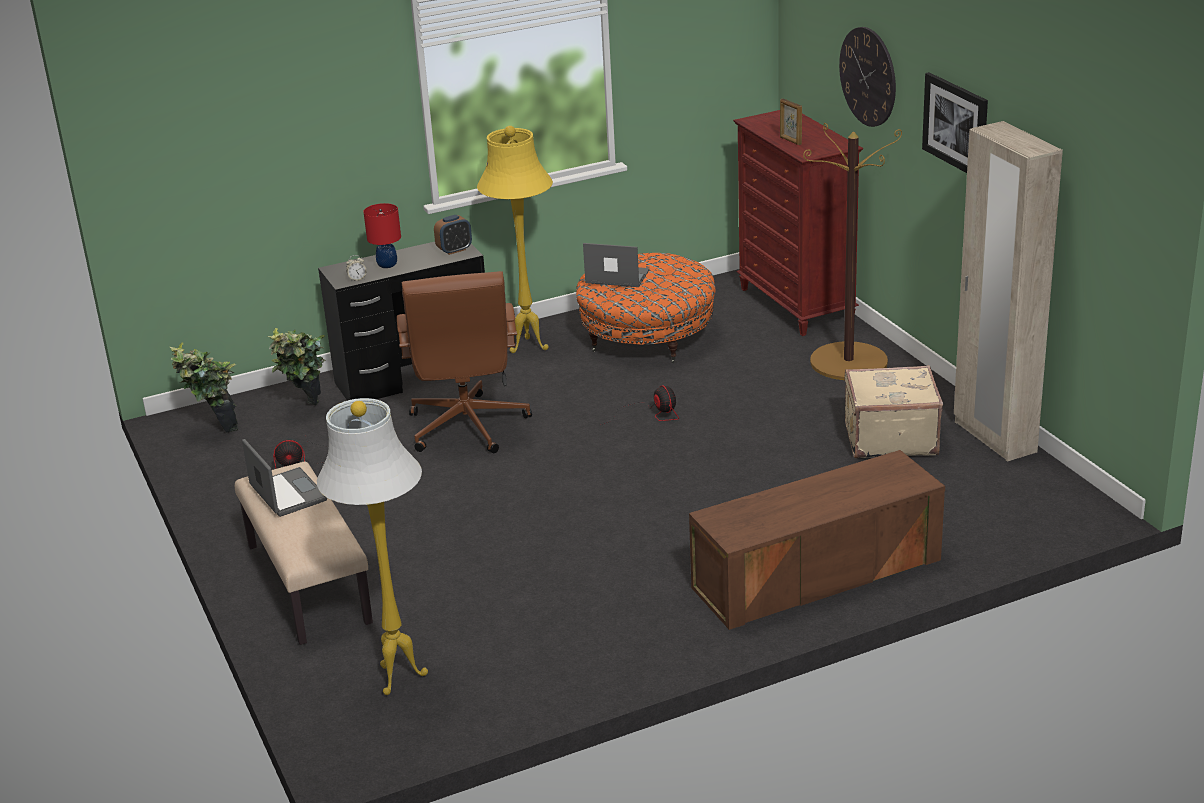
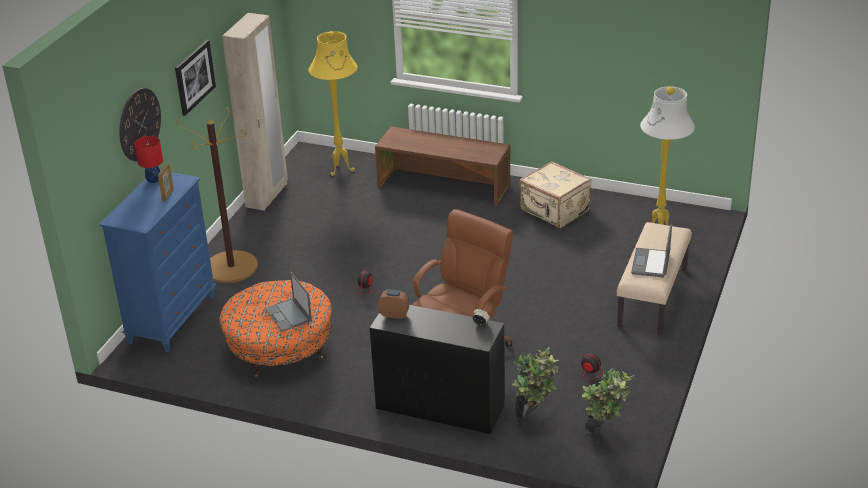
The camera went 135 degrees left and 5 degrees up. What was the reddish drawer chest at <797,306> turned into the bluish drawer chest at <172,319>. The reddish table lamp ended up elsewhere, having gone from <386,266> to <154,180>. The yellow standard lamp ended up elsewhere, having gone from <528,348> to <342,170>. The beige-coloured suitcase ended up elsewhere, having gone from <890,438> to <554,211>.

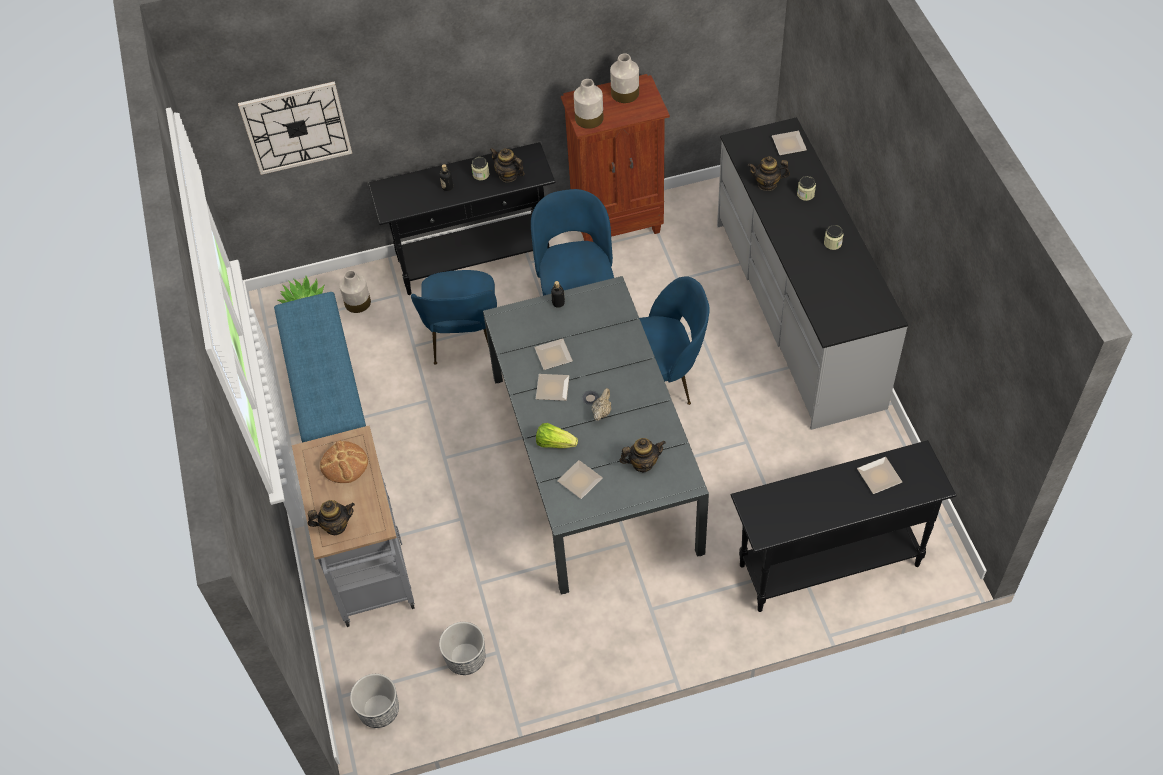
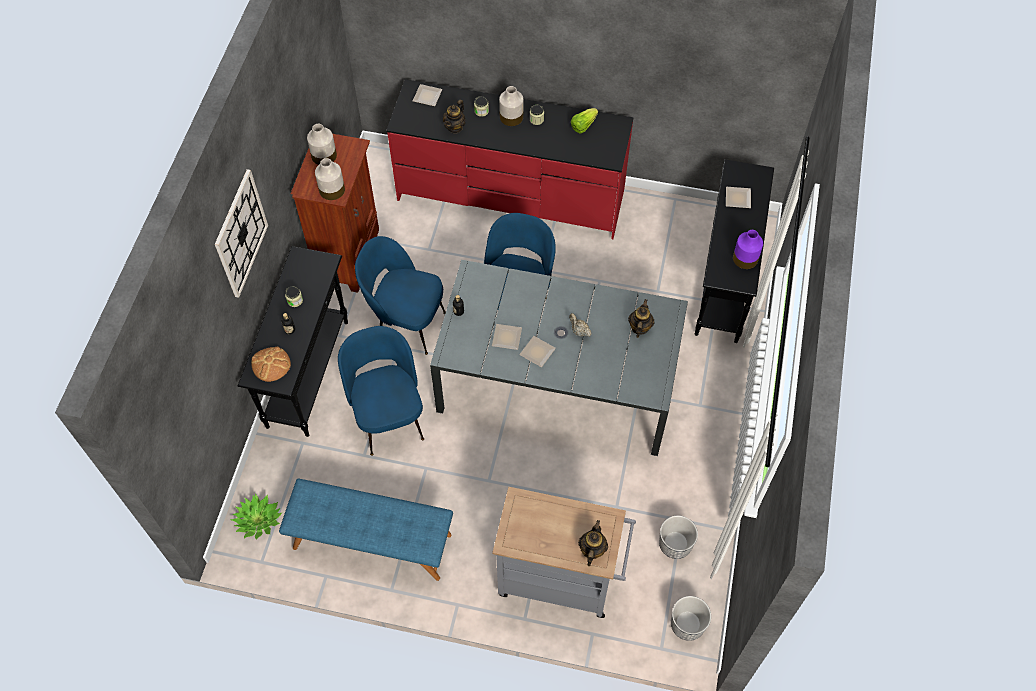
The camera went 65 degrees left and 5 degrees up. The hanging clock ended up elsewhere, having gone from <296,127> to <240,234>. The bread ended up elsewhere, having gone from <344,463> to <271,364>. The bluish chair at <464,345> ended up facing another way, 135 degrees counterclockwise from before. What was the greyish drawer chest at <797,313> turned into the reddish drawer chest at <511,195>. The beige-coloured vase ended up elsewhere, having gone from <357,302> to <511,117>. The lettuce head ended up elsewhere, having gone from <555,443> to <583,125>. The second view gained the purple vase at <745,258>. The second view lost the pot for tea at <508,175>. The second view lost the dinner plate at <580,479>.

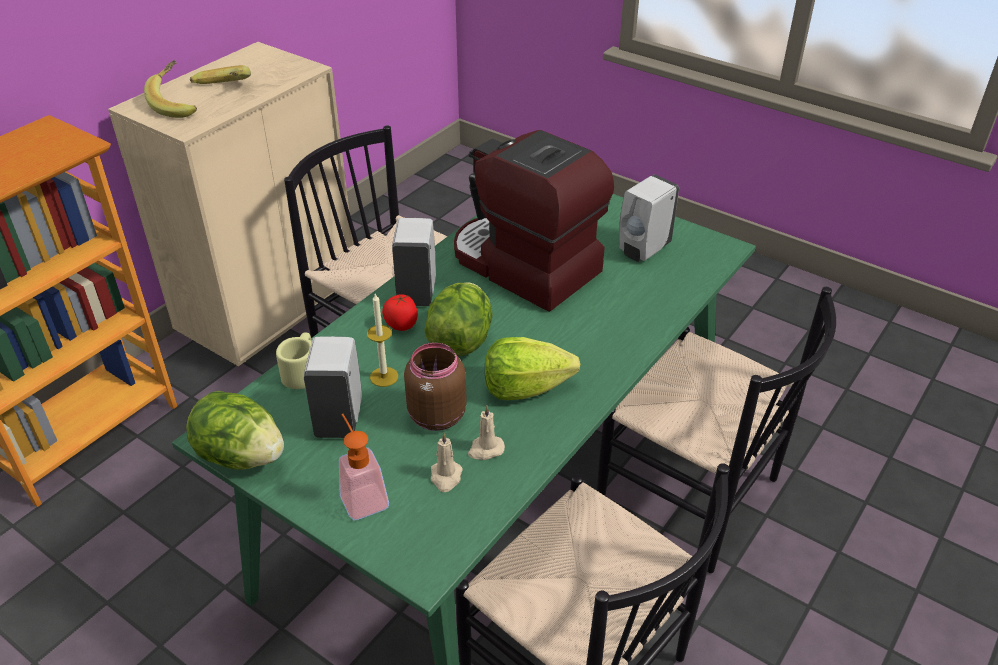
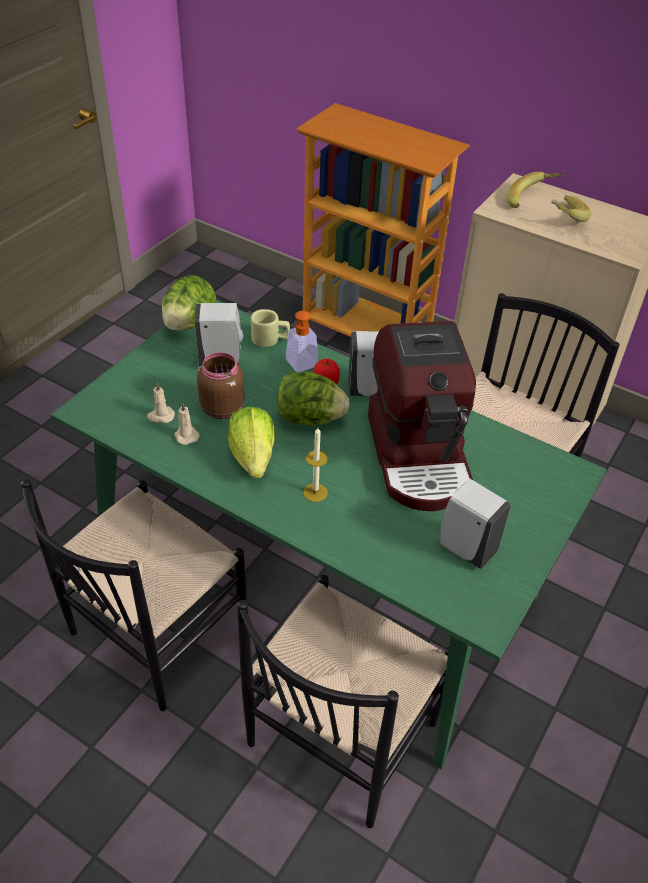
The camera went 85 degrees right and 5 degrees up. The liquid soap bottle ended up elsewhere, having gone from <361,495> to <307,361>. The wax light ended up elsewhere, having gone from <384,377> to <315,492>. The coffee brewer at <523,266> ended up facing another way, 135 degrees clockwise from before.

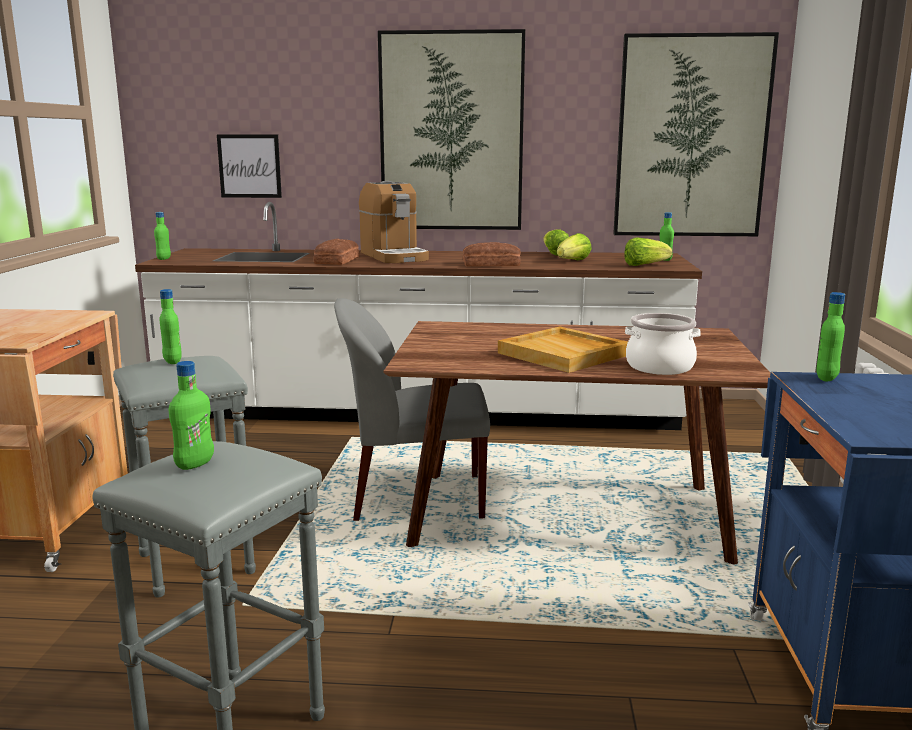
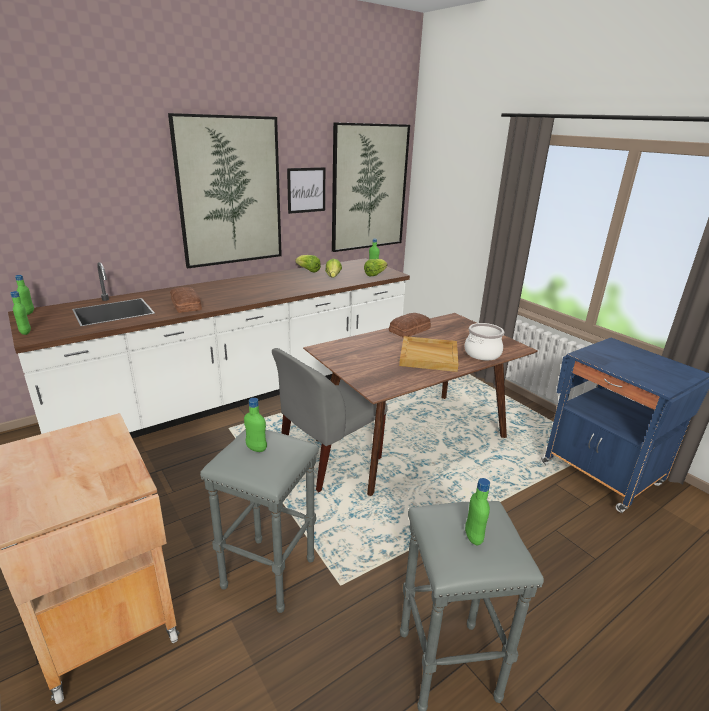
The camera went 40 degrees left and 10 degrees up. The greenish beverage bottle ended up elsewhere, having gone from <826,378> to <28,313>. The wall picture ended up elsewhere, having gone from <249,166> to <306,190>. The bread ended up elsewhere, having gone from <492,264> to <410,330>. The second view lost the coffee brewer at <394,256>.

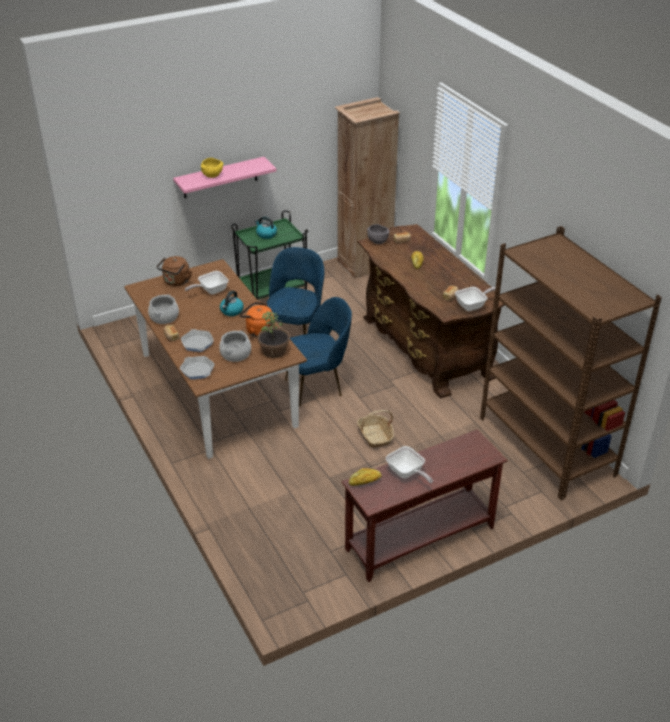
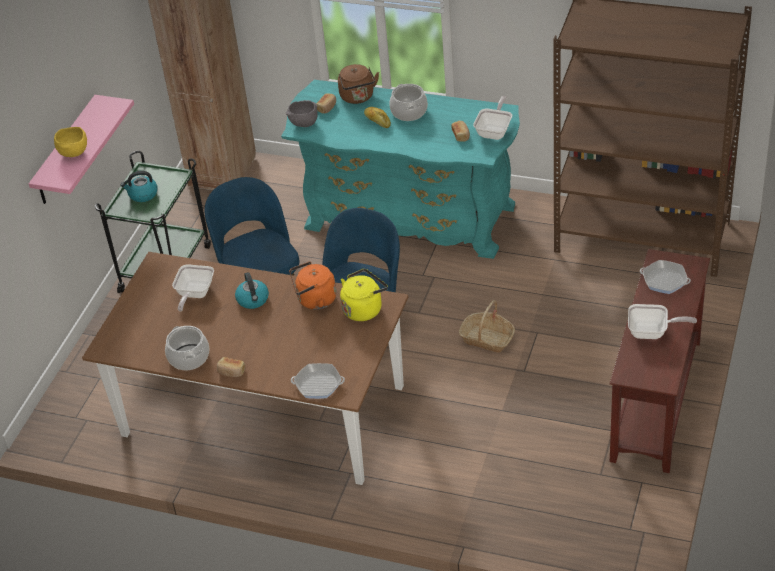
The camera went 40 degrees left and 5 degrees up. What was the brown-coloured drawer chest at <423,348> turned into the turquoise-coloured drawer chest at <408,219>. The brown-coloured tea kettle ended up elsewhere, having gone from <176,282> to <358,97>. Where the potted plant stood at <274,351>, the yellow tea kettle came to stand at <364,309>. The stockpot ended up elsewhere, having gone from <235,354> to <408,112>. The skillet ended up elsewhere, having gone from <197,343> to <664,280>. The second view lost the bread at <365,481>.

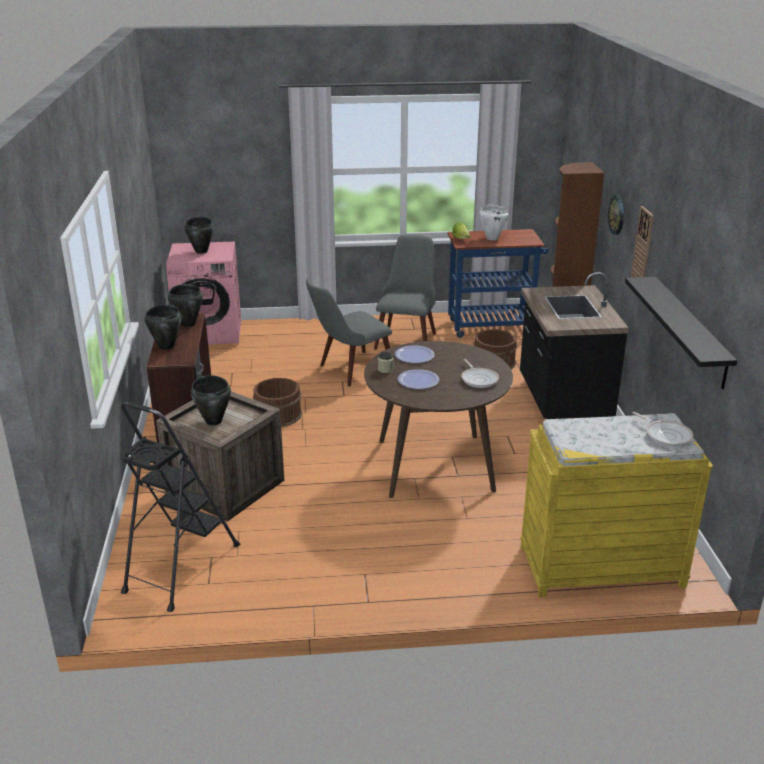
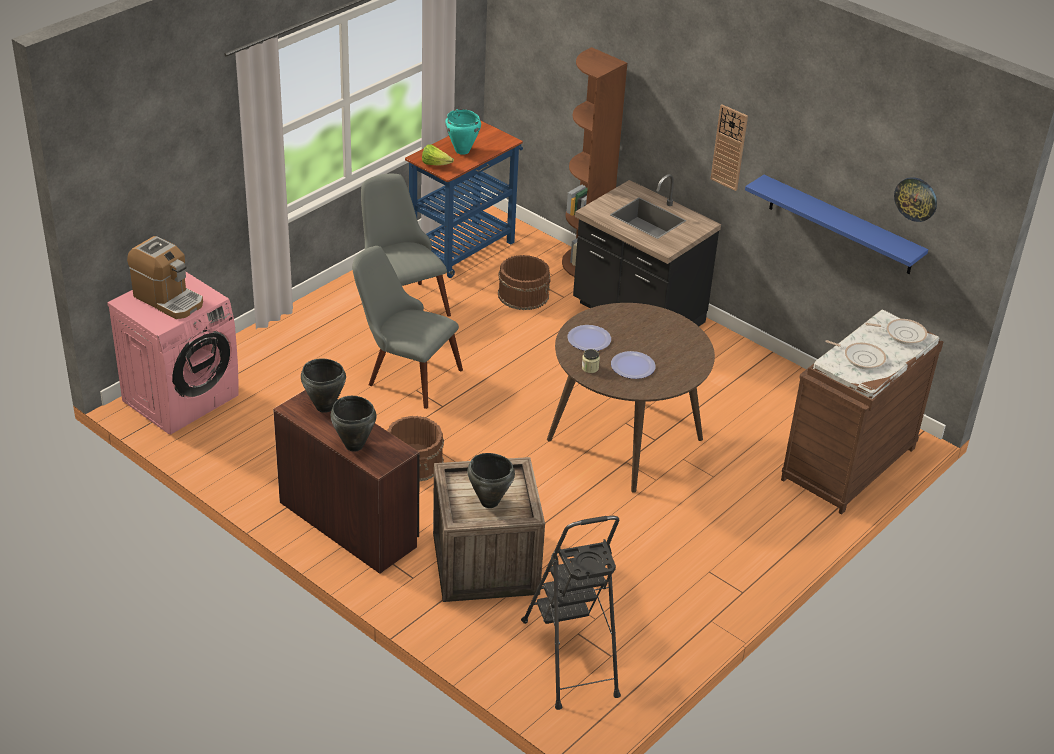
The camera went 45 degrees left and 10 degrees up. Where the blackish stockpot stood at <201,251>, the coffee brewer came to stand at <168,299>. The greyish chair at <349,371> ended up facing another way, 105 degrees clockwise from before. What was the white stockpot at <492,238> turned into the turquoise-coloured stockpot at <462,151>. What was the blackish bracket shelf at <689,331> turned into the bluish bracket shelf at <840,225>. What was the yellow drawer chest at <600,567> turned into the brown-coloured drawer chest at <848,464>. The skillet ended up elsewhere, having gone from <479,379> to <861,357>. The hanging clock ended up elsewhere, having gone from <617,215> to <916,199>.

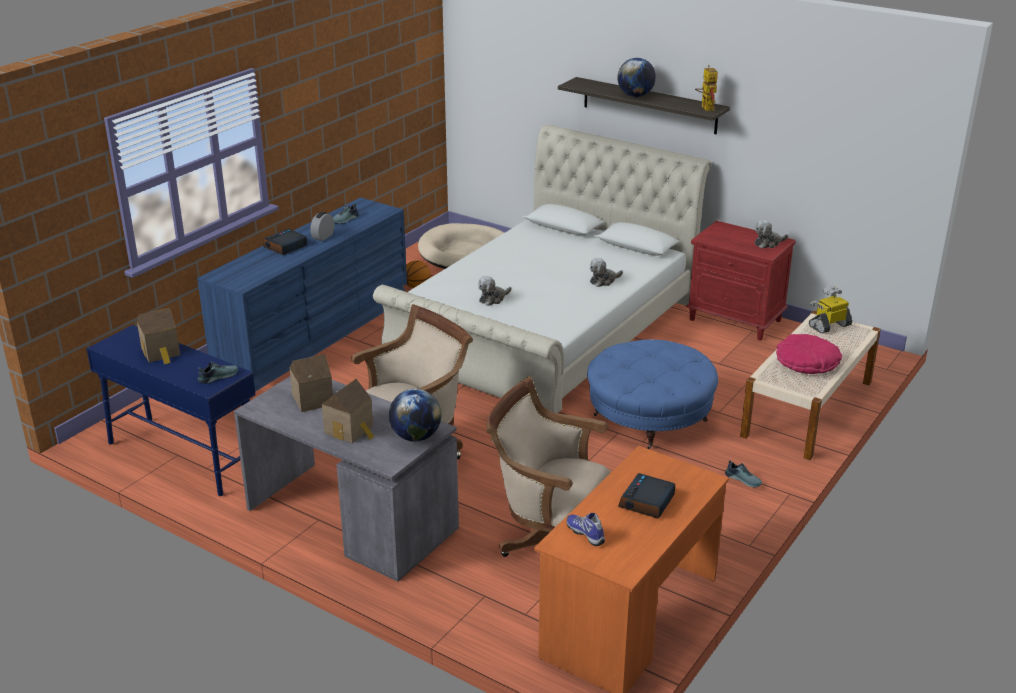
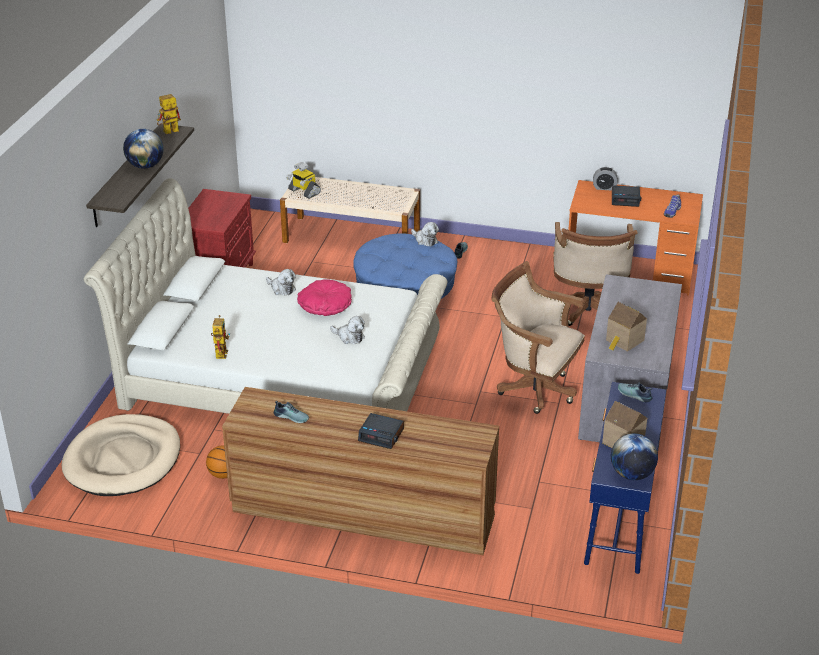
The camera went 110 degrees left and 5 degrees up. The second view gained the toy robot at <220,352>. What was the bluish drawer chest at <314,333> turned into the brown-coloured drawer chest at <362,515>. The pinkish pillow ended up elsewhere, having gone from <805,363> to <326,305>. The soft toy ended up elsewhere, having gone from <768,243> to <425,240>. The table clock ended up elsewhere, having gone from <323,237> to <604,188>. The desk globe ended up elsewhere, having gone from <416,437> to <632,474>. The second view lost the model house at <351,430>.

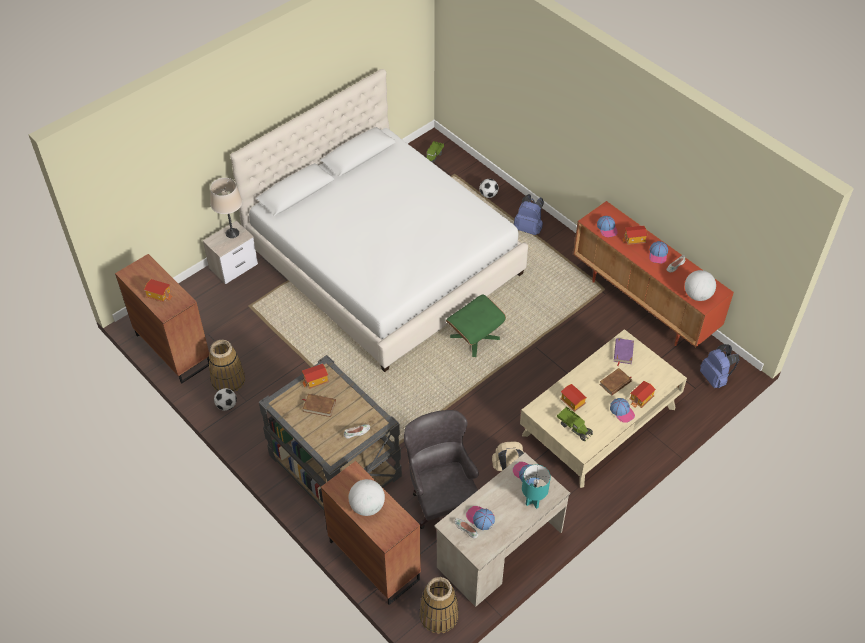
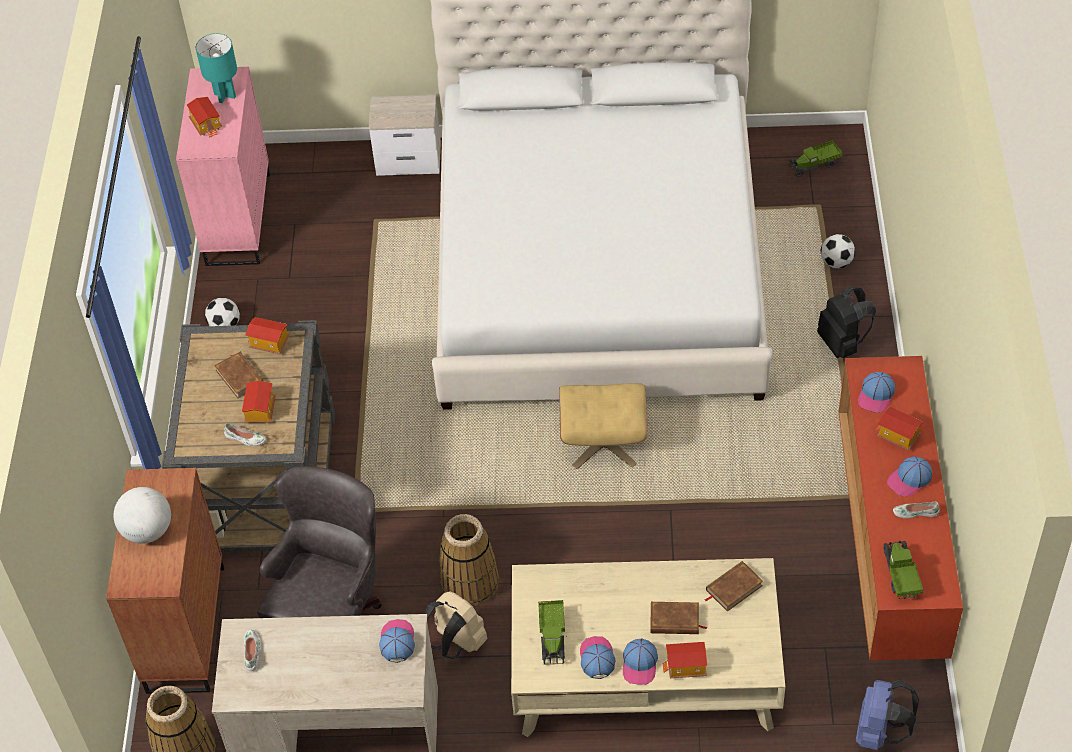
The camera went 45 degrees right and 0 degrees up. What was the brown-coloured drawer chest at <172,350> turned into the pinkish drawer chest at <237,219>. The turquoise-coloured table lamp ended up elsewhere, having gone from <533,501> to <224,95>. The model house ended up elsewhere, having gone from <572,402> to <260,411>. The basket ended up elsewhere, having gone from <228,380> to <469,581>. What was the greenish ottoman at <474,337> turned into the beige-coloured ottoman at <604,442>. The peaked cap ended up elsewhere, having gone from <480,518> to <596,658>. What was the purple bound book at <623,352> turned into the brown-coloured bound book at <733,588>. What was the bluish backpack at <529,228> turned into the blackish backpack at <842,343>. Where the desk globe stood at <697,295>, the toy lorry came to stand at <900,575>. The second view lost the beige-coloured table lamp at <232,233>.

